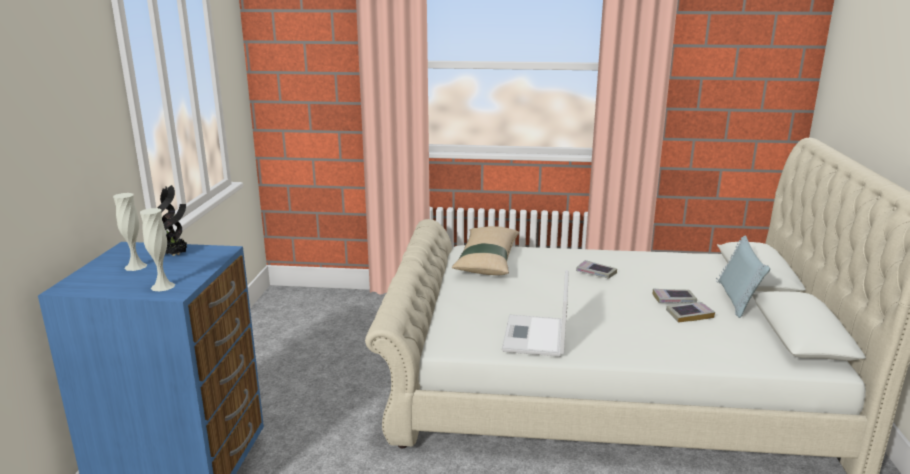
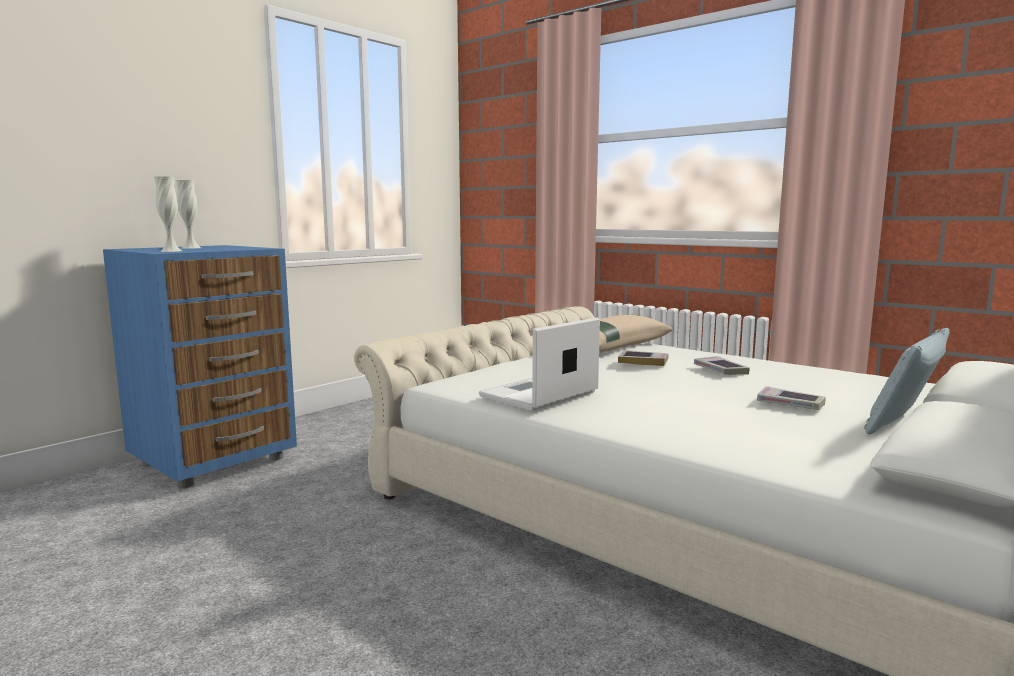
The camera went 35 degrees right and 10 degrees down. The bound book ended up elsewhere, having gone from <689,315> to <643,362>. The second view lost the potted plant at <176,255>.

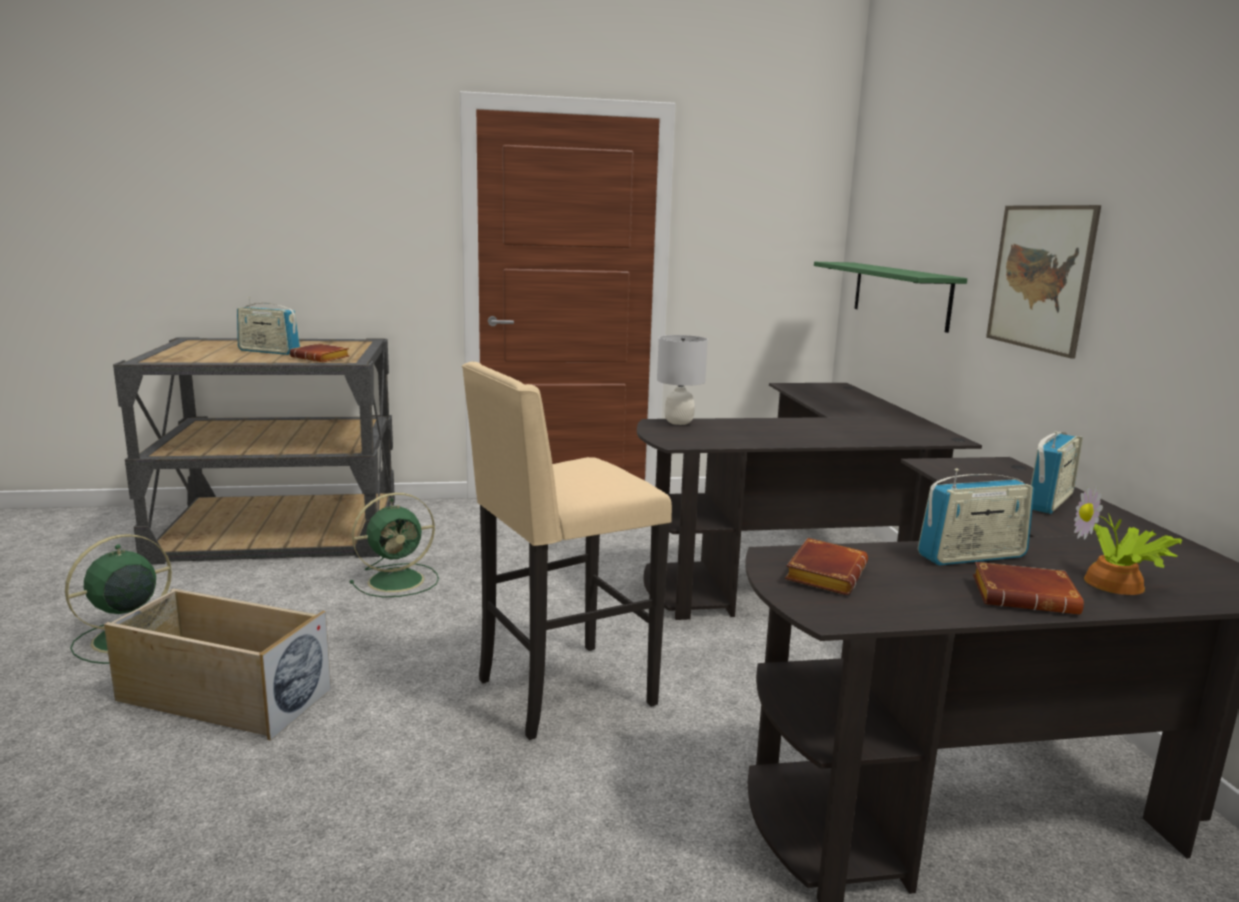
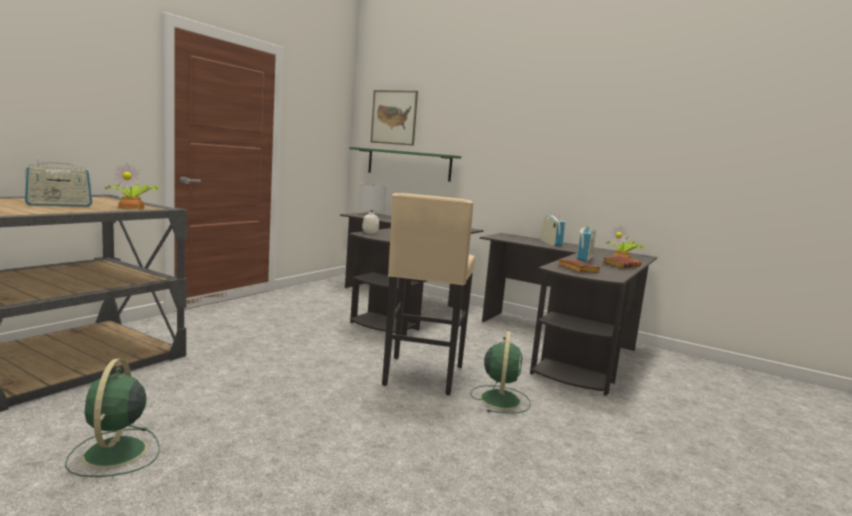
The camera went 50 degrees left and 5 degrees down. Where the brown-coloured bound book stood at <322,358>, the potted plant came to stand at <133,207>. The wall picture ended up elsewhere, having gone from <1040,277> to <394,117>. The greenish fan ended up elsewhere, having gone from <399,580> to <500,399>. The second view lost the beige-coloured storage bin at <222,696>.

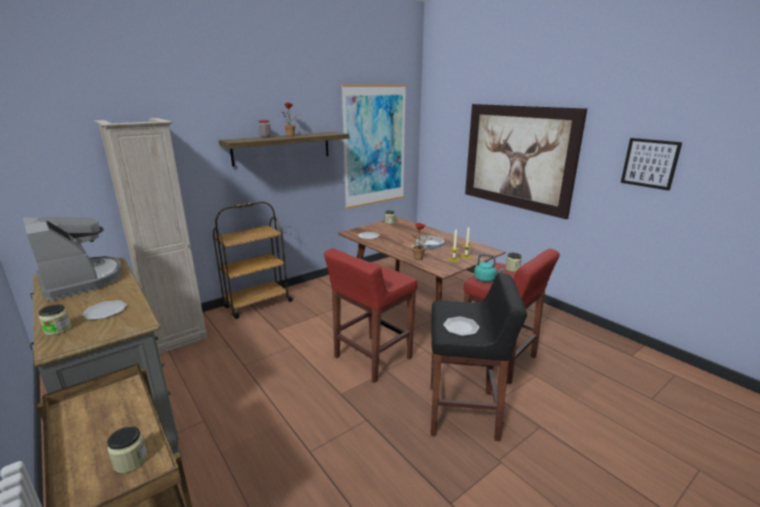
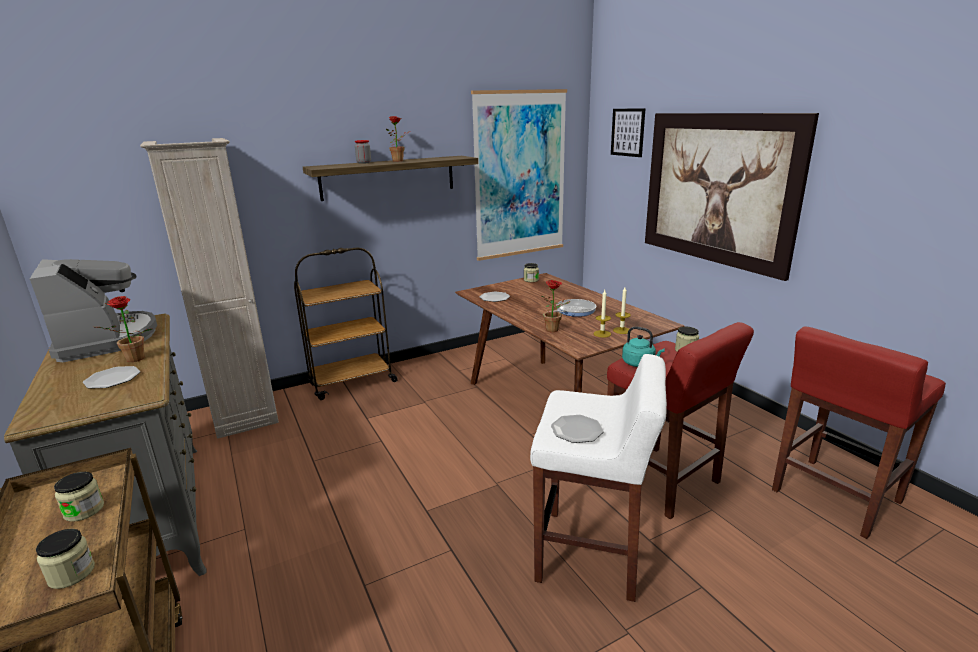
The camera went 10 degrees right and 0 degrees up. The jar ended up elsewhere, having gone from <58,329> to <84,510>. The second view gained the potted plant at <132,360>. What was the blackish stool at <464,412> turned into the white stool at <591,554>. The wall picture ended up elsewhere, having gone from <650,163> to <627,132>. The reddish stool ended up elsewhere, having gone from <371,358> to <834,497>.

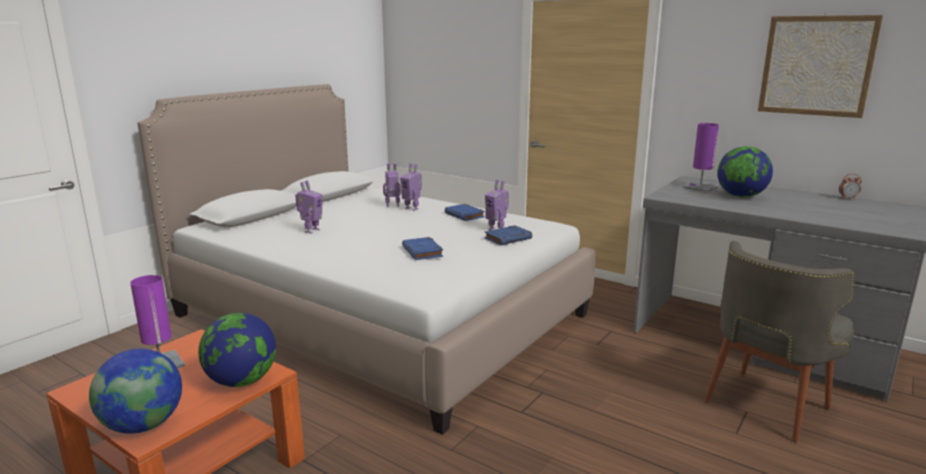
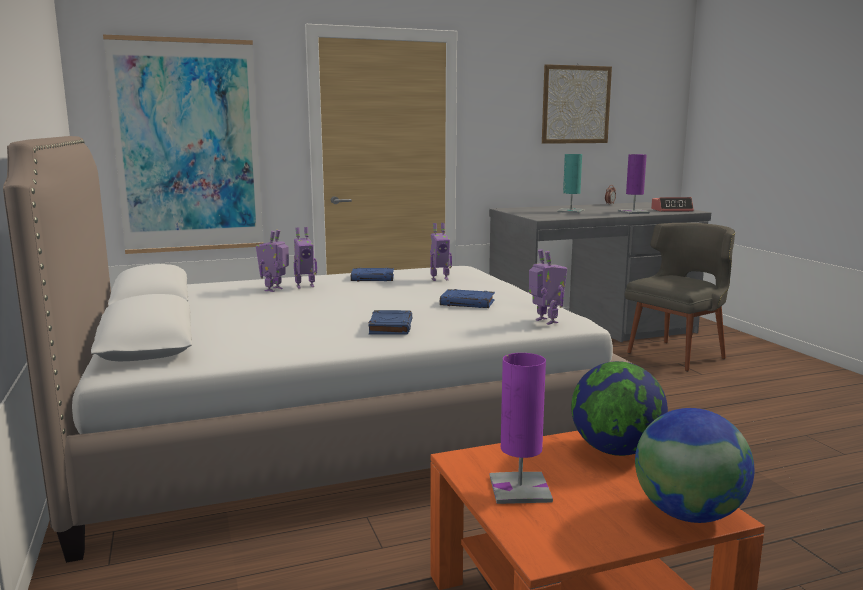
The camera went 55 degrees left and 5 degrees down. The second view gained the wall picture at <188,147>. The bluish bound book ended up elsewhere, having gone from <508,238> to <390,327>. The toy robot ended up elsewhere, having gone from <311,231> to <545,321>. Where the desk globe stood at <740,196>, the turquoise-coloured table lamp came to stand at <570,211>. The purple table lamp ended up elsewhere, having gone from <700,187> to <633,212>. The greyish chair at <767,405> ended up facing another way, 120 degrees counterclockwise from before. The second view gained the table clock at <672,210>.

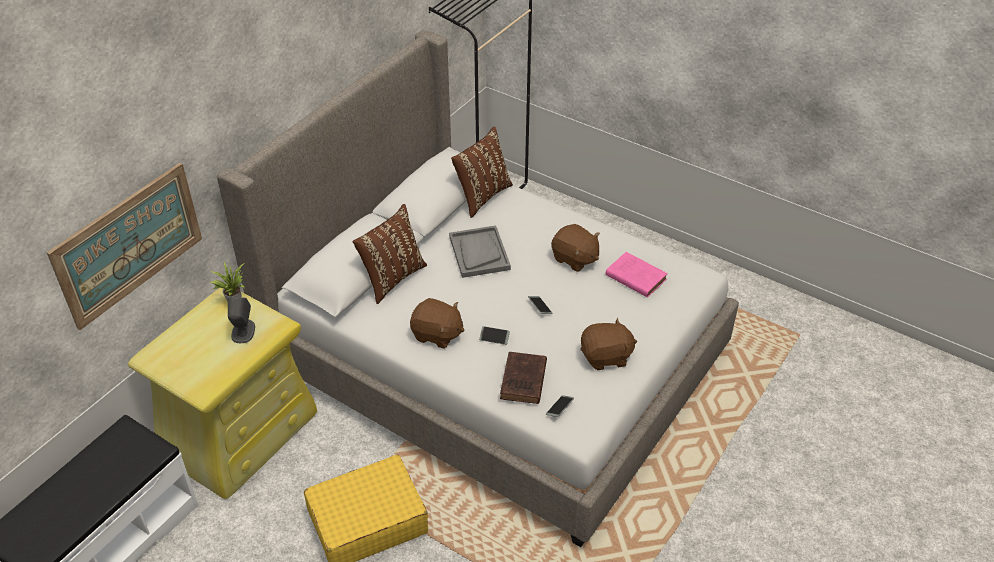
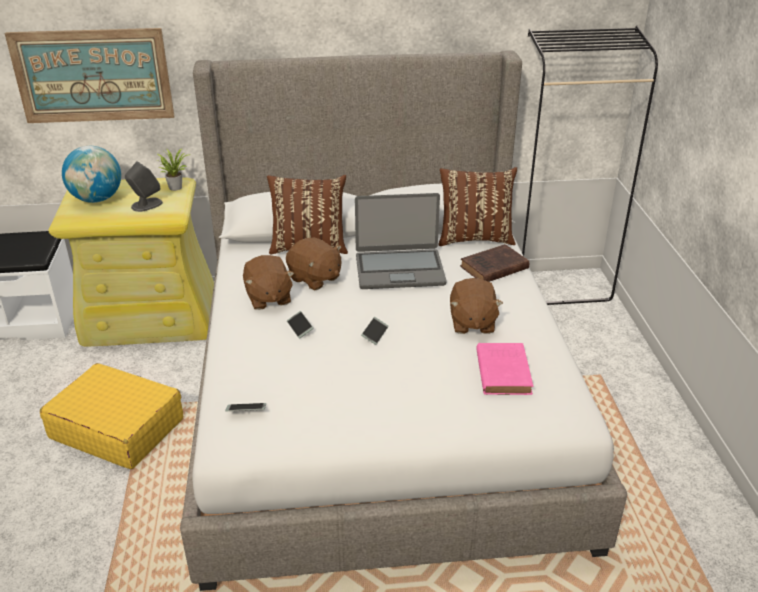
The camera went 50 degrees right and 10 degrees down. The second view gained the desk globe at <97,199>. The brown-coloured soft toy ended up elsewhere, having gone from <606,357> to <315,278>. Where the greyish carrying tray stood at <479,253>, the notebook computer came to stand at <399,270>. The brown-coloured bound book ended up elsewhere, having gone from <523,382> to <492,268>.

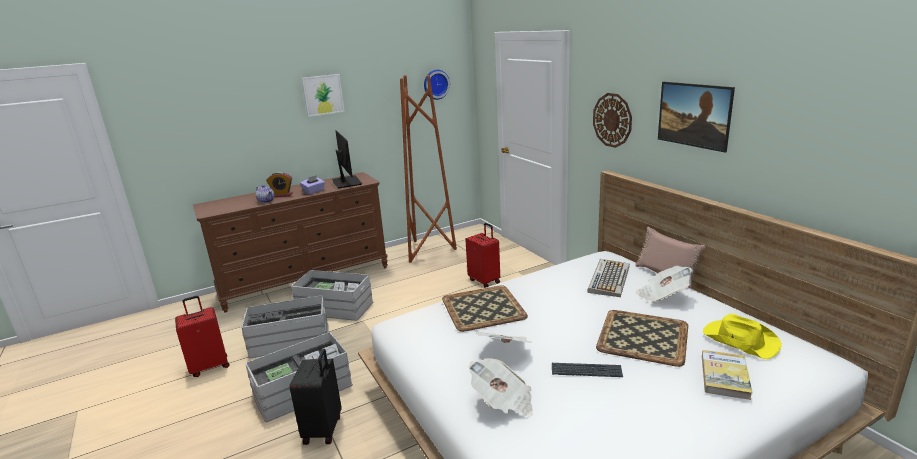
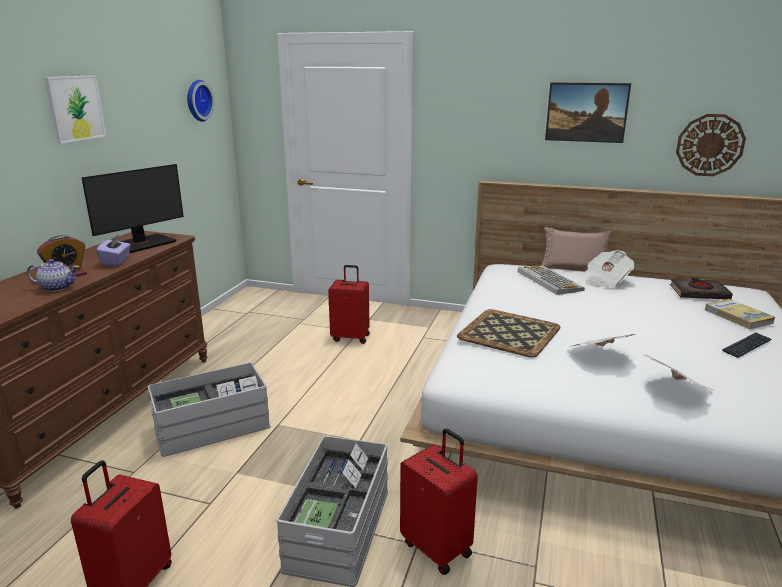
The camera went 45 degrees left and 0 degrees up. The computer display at <346,182> ended up facing another way, 105 degrees clockwise from before. What was the blackish suitcase at <324,429> turned into the reddish suitcase at <437,547>. Where the yellow hat stood at <739,339>, the blackish bound book came to stand at <699,293>. The hanging clock ended up elsewhere, having gone from <612,120> to <709,145>. The computer keyboard ended up elsewhere, having gone from <586,371> to <747,346>. The second view lost the greyish storage bin at <289,340>. The second view lost the brown-coloured garment rack at <427,251>. The second view lost the carrying tray at <642,336>.

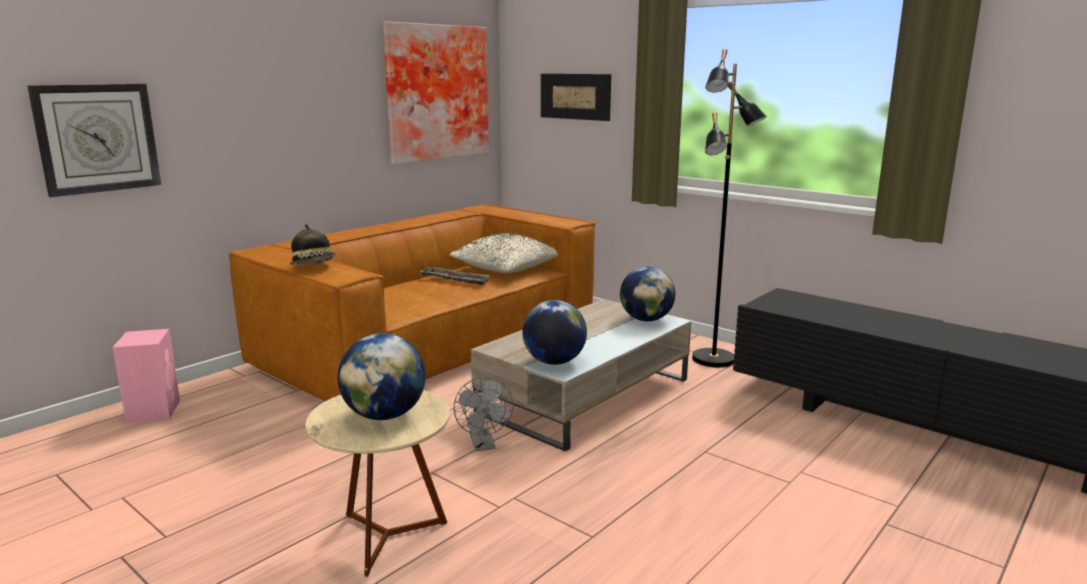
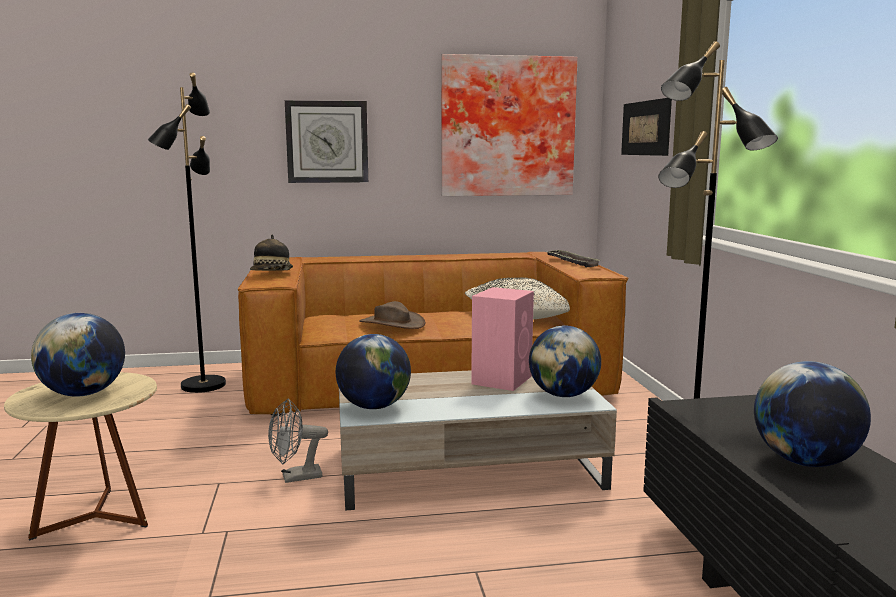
The camera went 40 degrees right and 5 degrees down. The second view gained the blackish standard lamp at <202,385>. The greyish fan at <484,445> ended up facing another way, 45 degrees clockwise from before. The hanging clock ended up elsewhere, having gone from <97,138> to <327,142>. The second view gained the brown-coloured hat at <392,323>. The pinkish audio speaker ended up elsewhere, having gone from <154,410> to <502,379>. The carrying tray ended up elsewhere, having gone from <454,279> to <571,262>. The second view gained the desk globe at <805,461>.

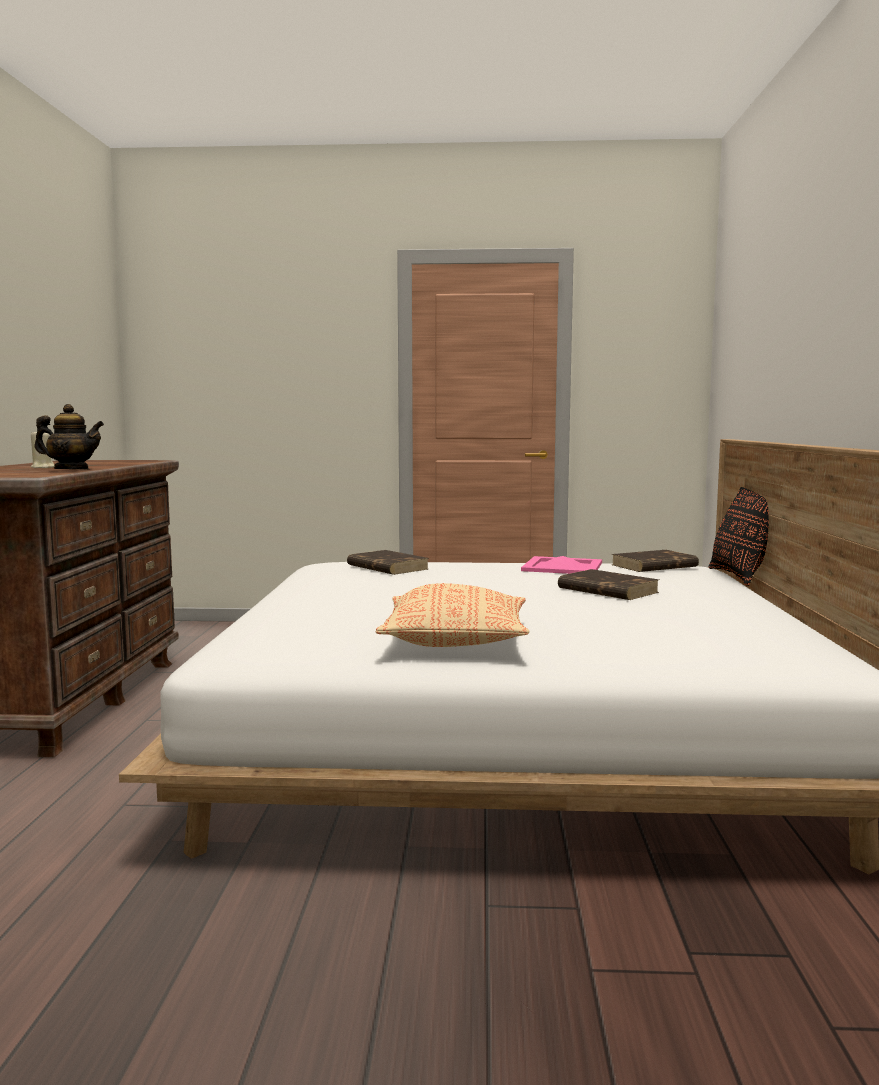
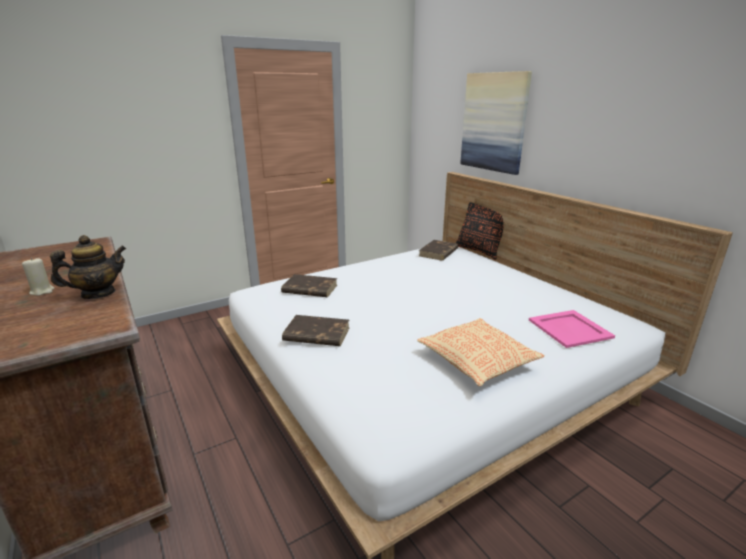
The camera went 35 degrees left and 15 degrees up. The brown-coloured bound book ended up elsewhere, having gone from <607,590> to <316,334>. The second view gained the wall picture at <494,122>. The pinkish carrying tray ended up elsewhere, having gone from <563,567> to <570,329>.

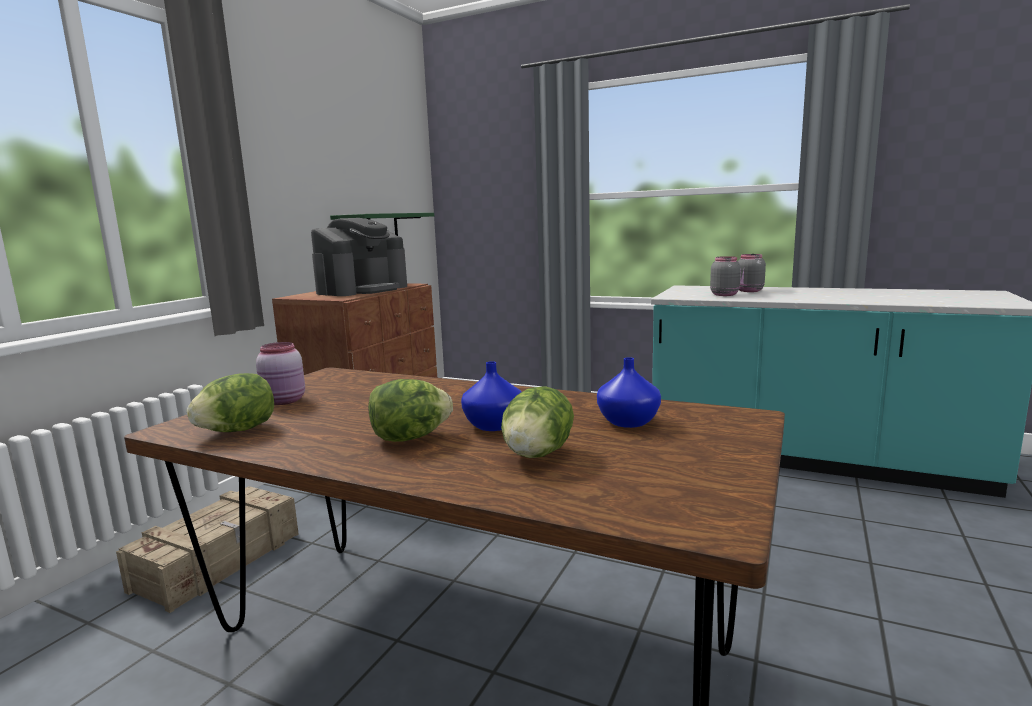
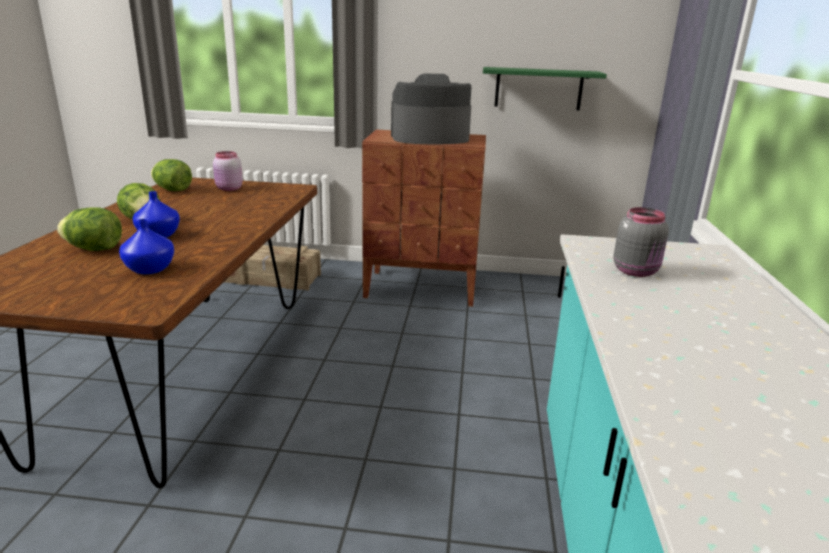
The camera went 70 degrees right and 10 degrees up. The coffee brewer at <362,290> ended up facing another way, 150 degrees clockwise from before. The second view lost the greyish jar at <749,291>.

